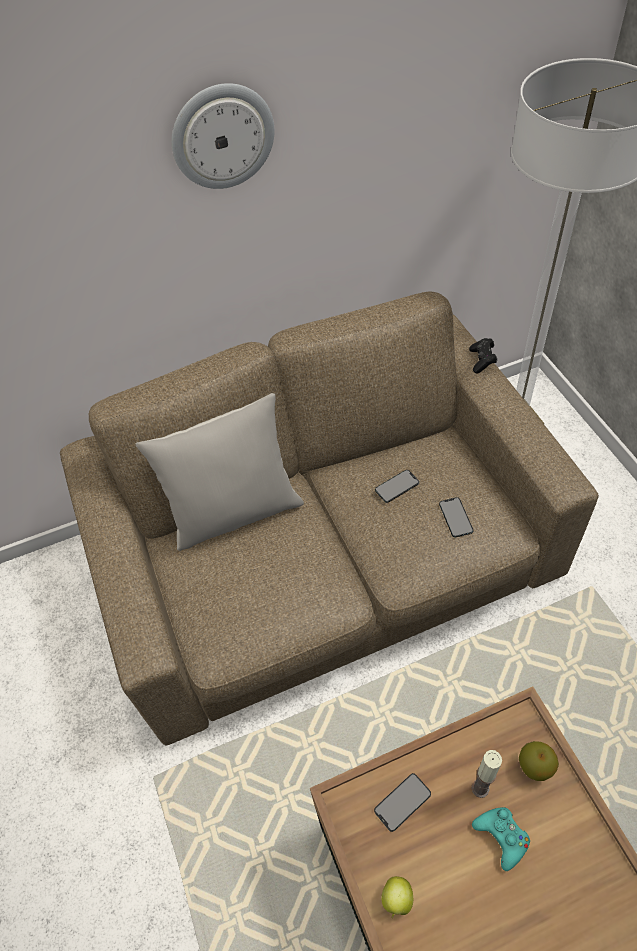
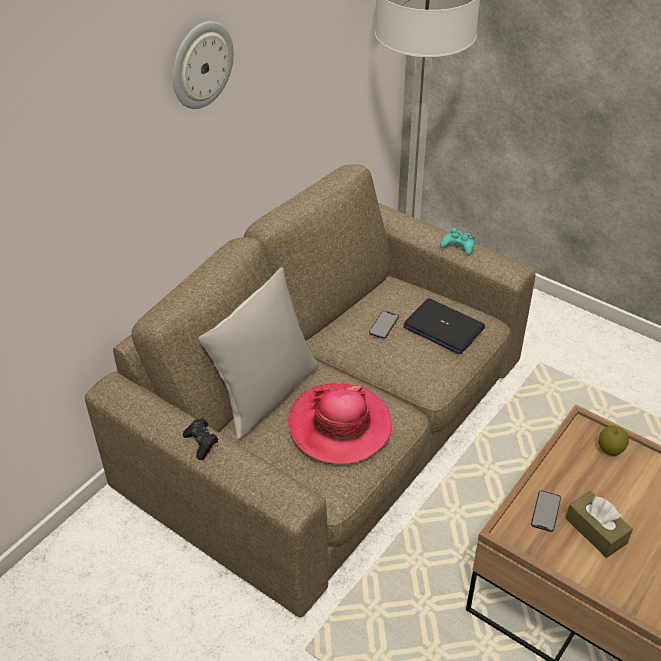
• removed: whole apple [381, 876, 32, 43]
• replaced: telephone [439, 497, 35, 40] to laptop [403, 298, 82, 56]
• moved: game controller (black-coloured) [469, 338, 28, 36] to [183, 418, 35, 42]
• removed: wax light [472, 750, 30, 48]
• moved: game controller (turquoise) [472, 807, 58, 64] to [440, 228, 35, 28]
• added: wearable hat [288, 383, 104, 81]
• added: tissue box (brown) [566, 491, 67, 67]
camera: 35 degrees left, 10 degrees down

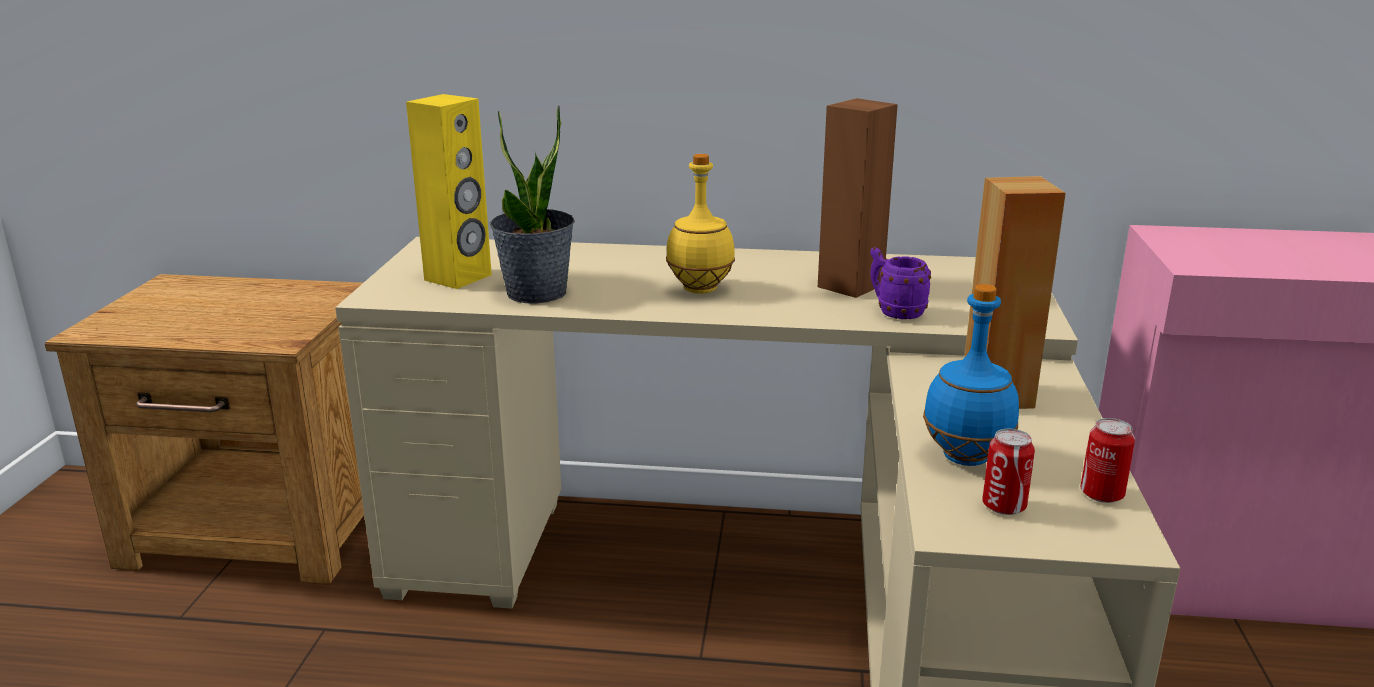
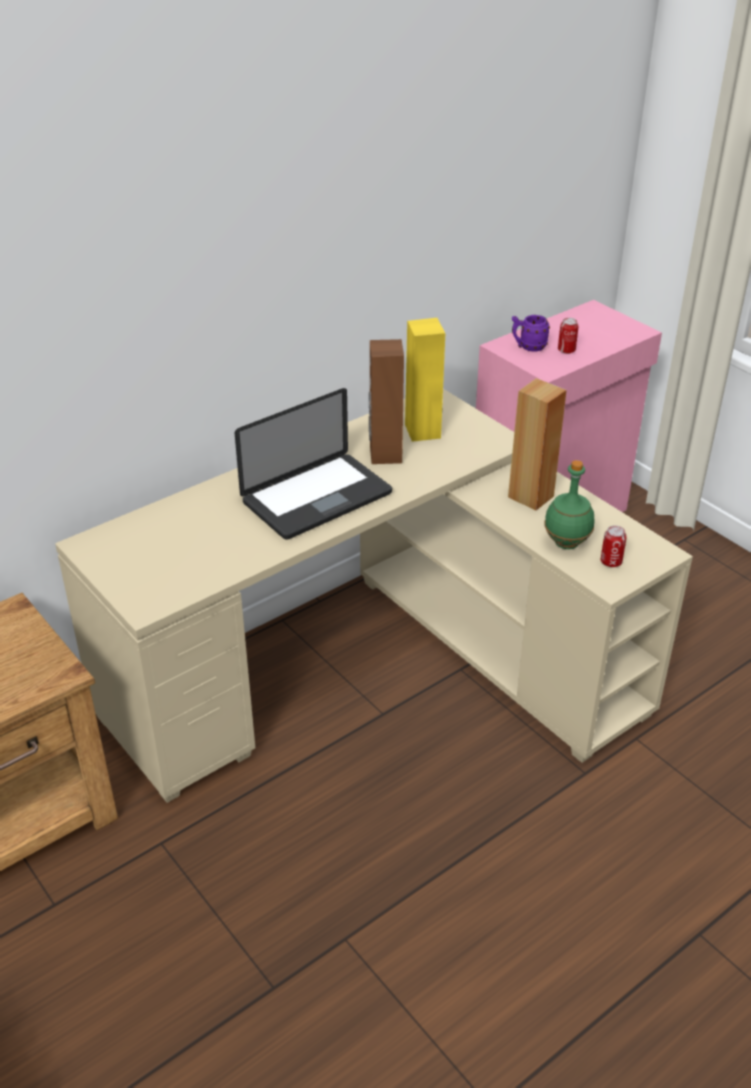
• moved: speaker (yellow) [406, 94, 86, 195] to [405, 318, 40, 124]
• removed: plant in a pot [490, 105, 85, 198]
• replaced: drink bottle (yellow) [666, 154, 69, 140] to laptop [235, 388, 157, 152]
• moved: coffee mug (purple) [870, 247, 61, 72] to [512, 315, 38, 37]
• recoloured: drink bottle (blue-coloured) [923, 284, 96, 182] to drink bottle (green) [544, 460, 50, 89]
• moved: can [1080, 418, 55, 85] to [558, 318, 20, 36]
camera: 45 degrees left, 15 degrees up

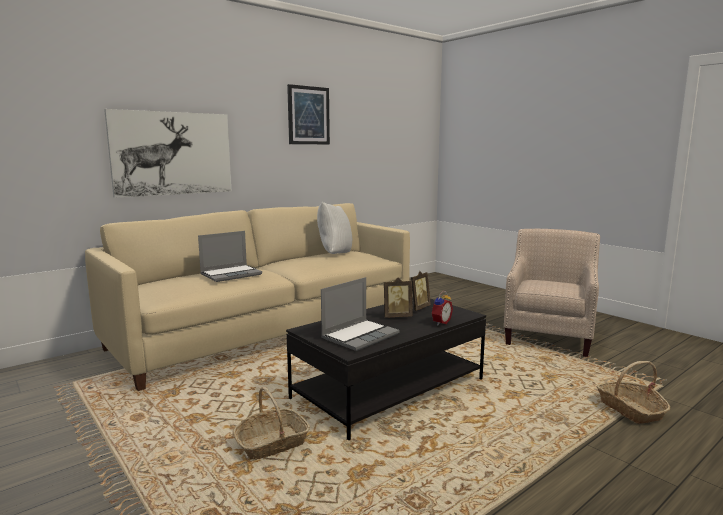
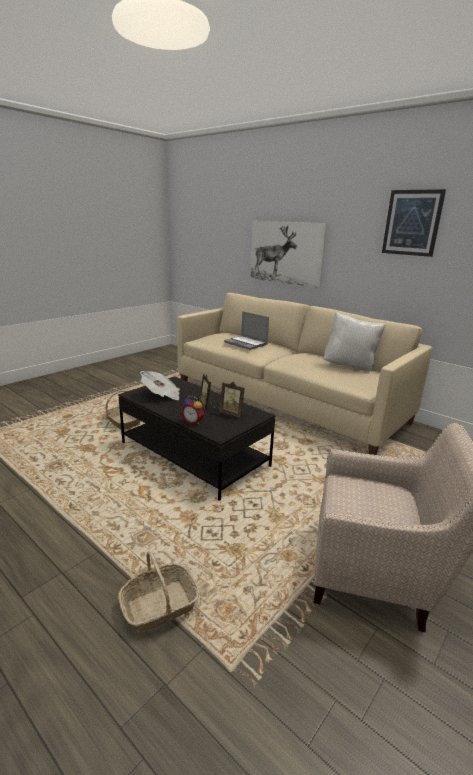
• replaced: laptop [321, 277, 79, 74] to daily paper [140, 371, 40, 29]
camera: 80 degrees right, 10 degrees up

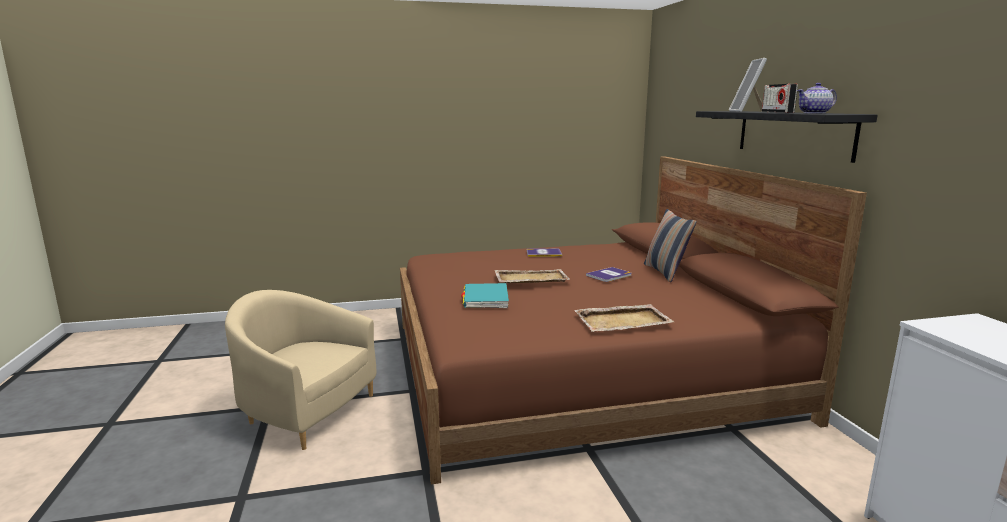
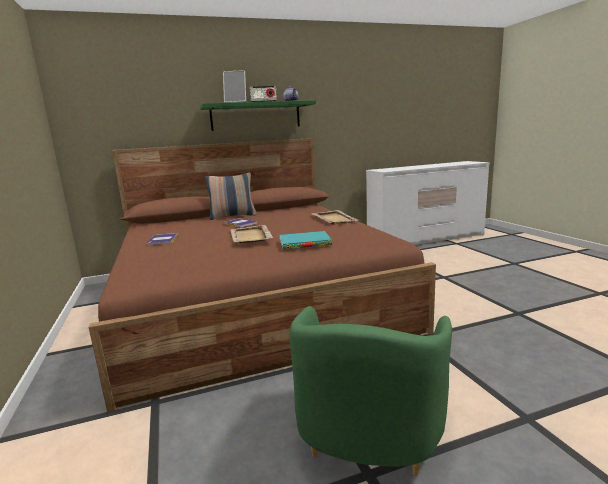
• recoloured: easy chair (beige) [225, 290, 152, 160] to easy chair (green) [289, 306, 163, 170]
• recoloured: bracket shelf (black-coloured) [696, 111, 182, 52] to bracket shelf (green) [200, 100, 116, 31]
camera: 95 degrees left, 0 degrees up

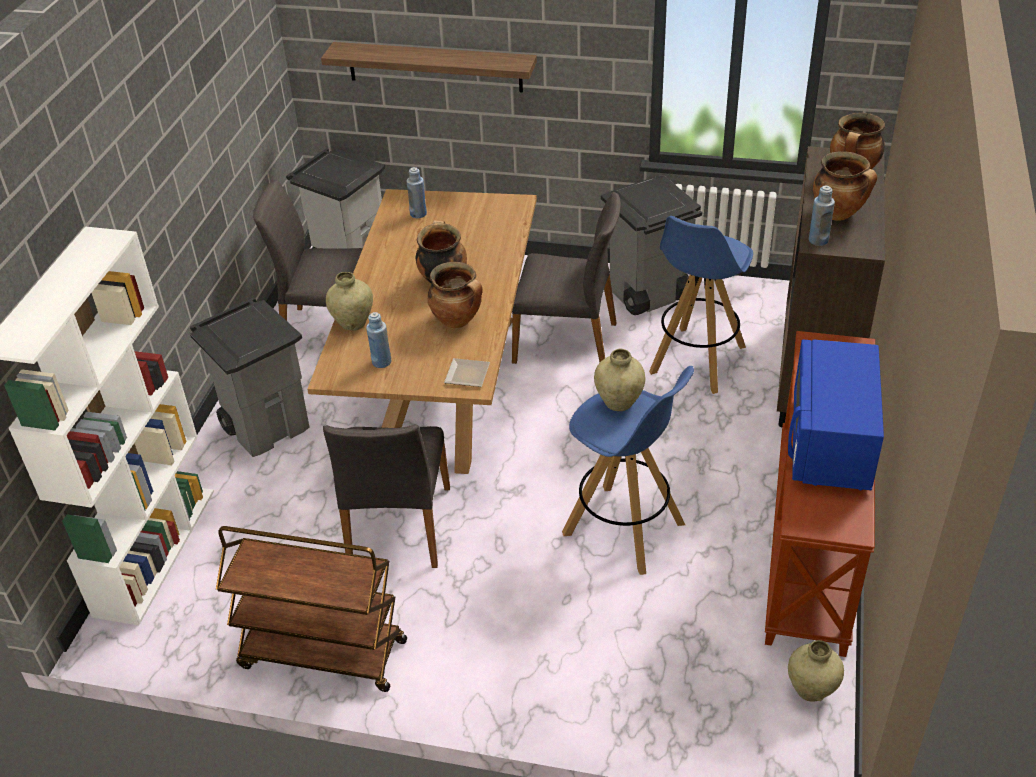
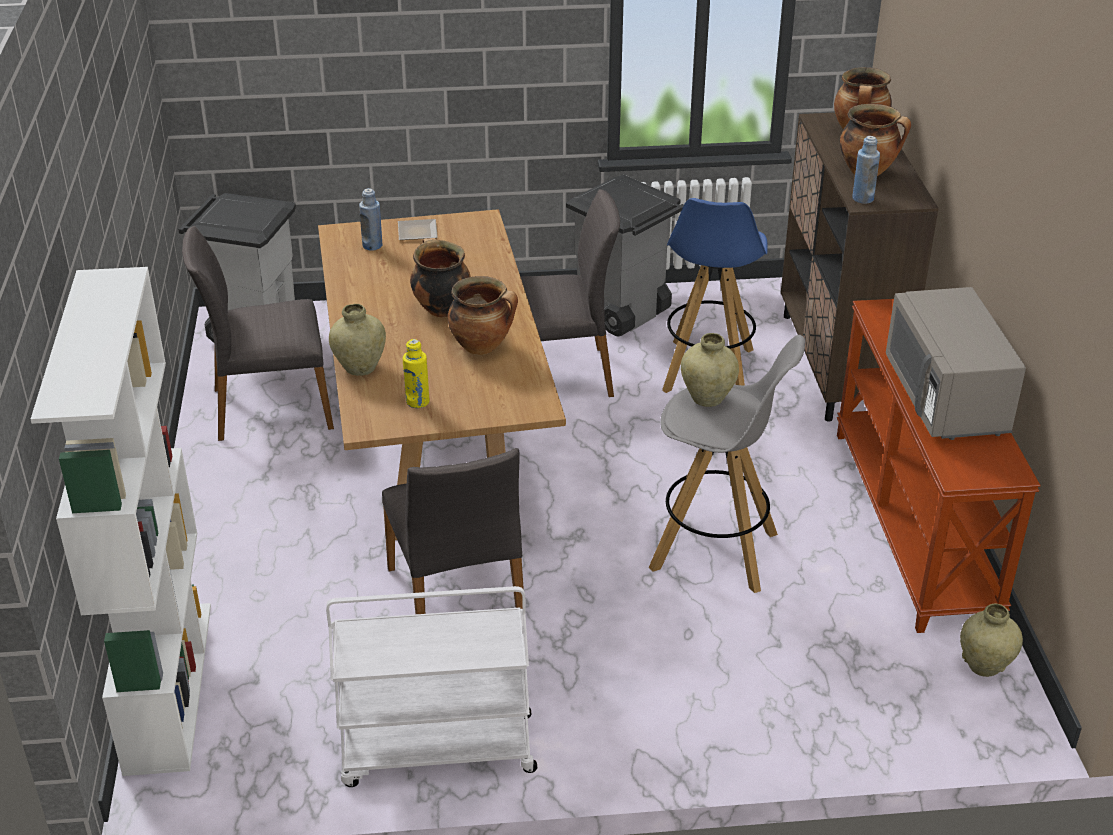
• removed: rubbish bin (gray) [190, 297, 119, 160]
• recoloured: cart (brown) [216, 526, 191, 166] to cart (whitish) [326, 586, 211, 201]
• removed: bracket shelf [321, 42, 216, 51]
• recoloured: drink bottle (blue-coloured) [366, 312, 25, 56] to drink bottle (yellow) [403, 339, 26, 69]
• moved: flat dish [444, 358, 46, 29] to [398, 219, 40, 21]
• recoloured: stool seat (blue-coloured) [562, 366, 132, 209] to stool seat (gray) [649, 335, 156, 258]
• recoloured: microwave (blue-coloured) [788, 339, 96, 151] to microwave (gray) [886, 287, 140, 153]
camera: 20 degrees left, 5 degrees down

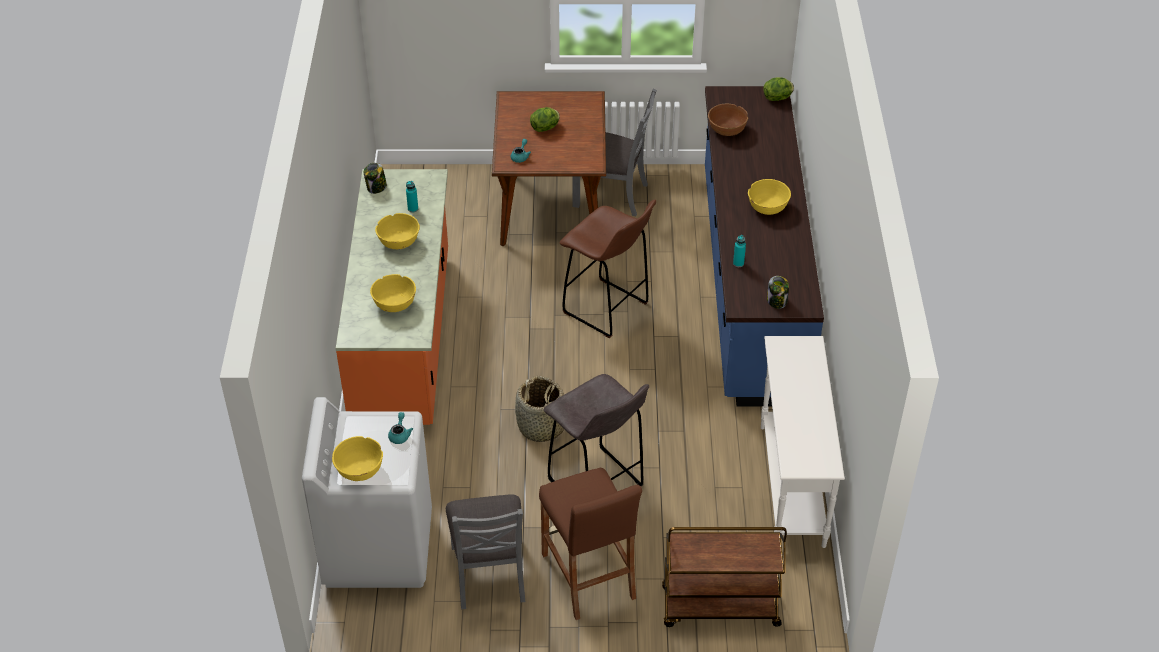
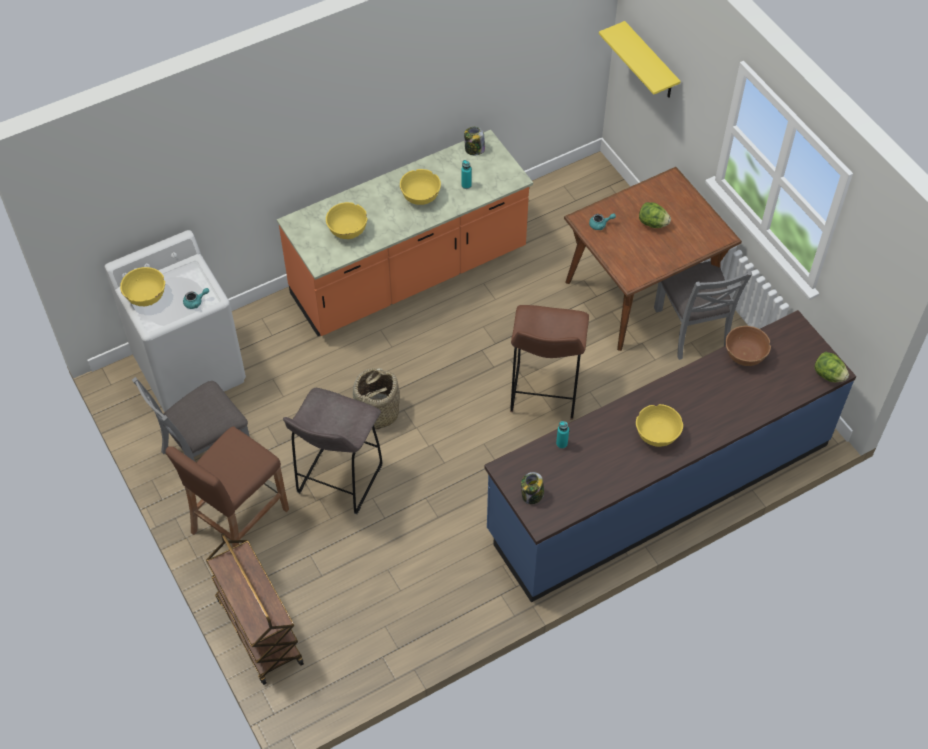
• removed: narrow table (whitish) [761, 336, 84, 212]
• added: bracket shelf (yellow) [599, 21, 82, 77]
camera: 60 degrees right, 10 degrees up

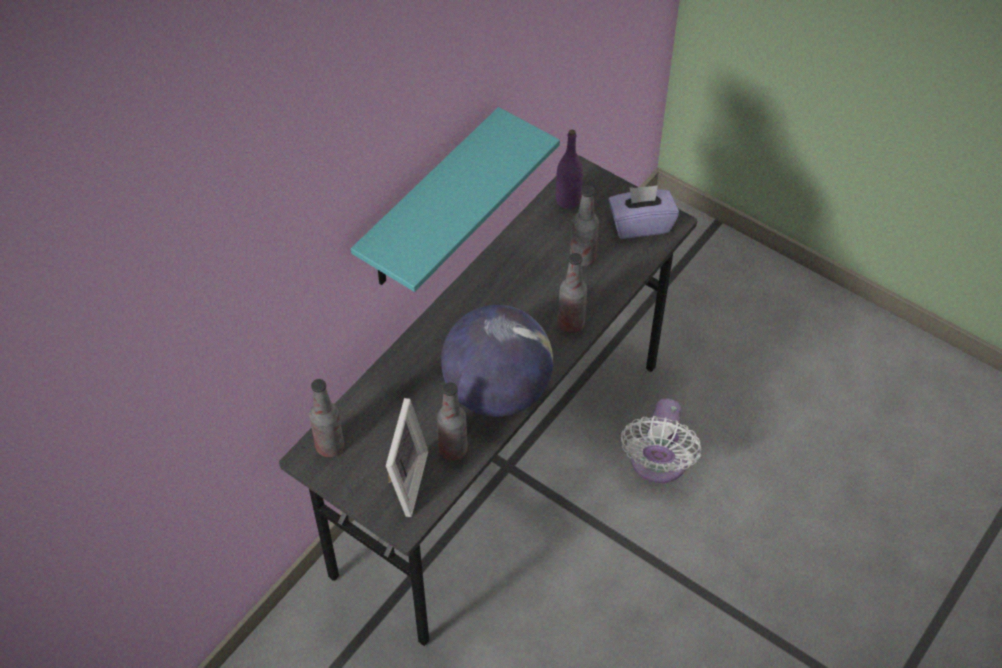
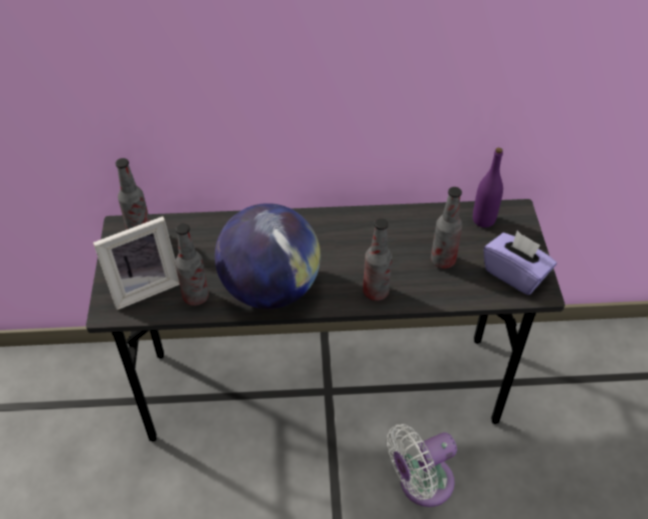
• removed: bracket shelf (turquoise) [351, 107, 209, 185]
camera: 50 degrees right, 5 degrees down

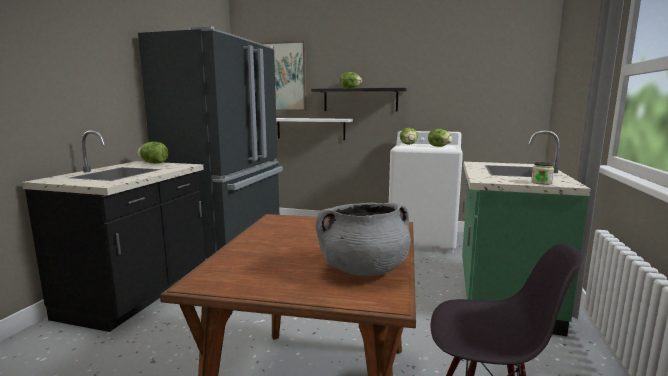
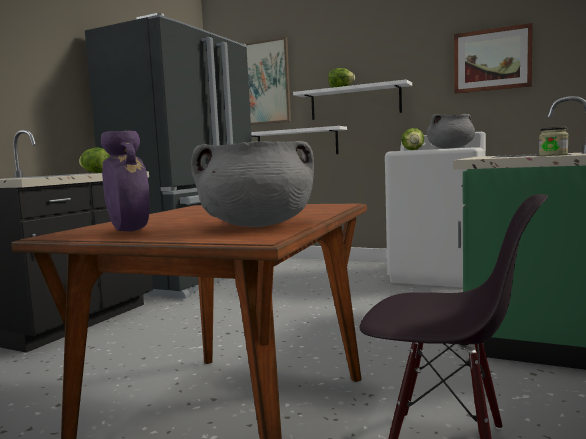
• recoloured: bracket shelf (black-coloured) [311, 88, 96, 23] to bracket shelf (whitish) [293, 79, 119, 41]
• replaced: lettuce head [428, 129, 24, 18] to saucepot (gray) [427, 114, 48, 34]
• added: decorative vase (purple) [101, 131, 49, 100]
• added: wall art [454, 23, 79, 71]
camera: 10 degrees right, 5 degrees down

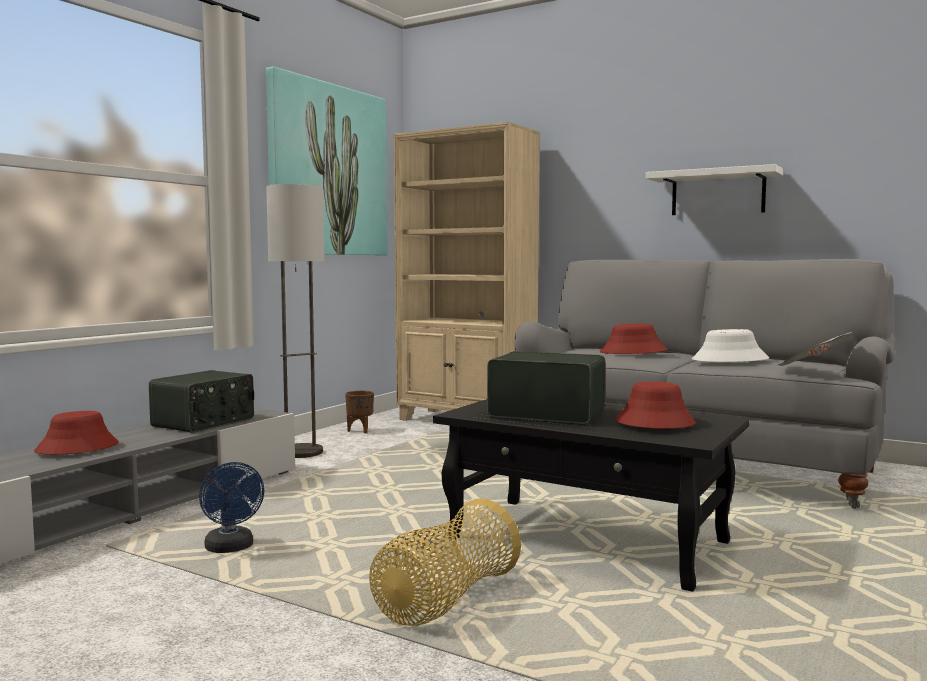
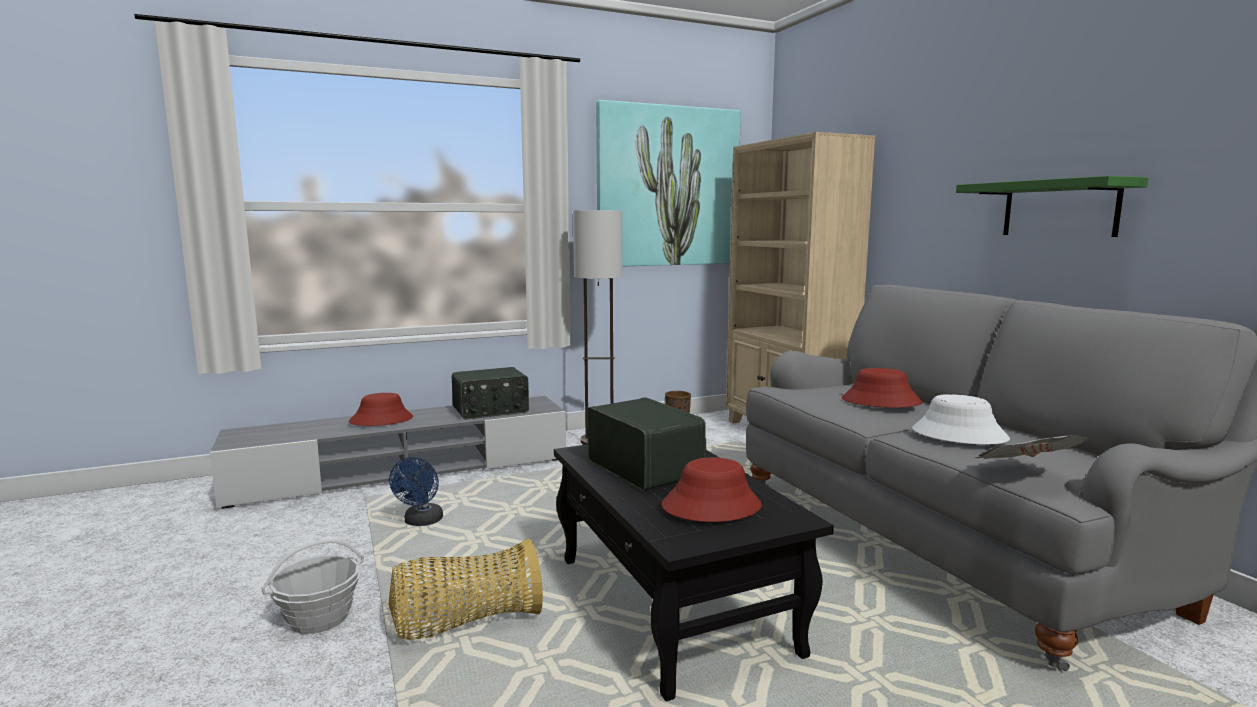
• recoloured: bracket shelf (whitish) [646, 164, 138, 51] to bracket shelf (green) [956, 176, 192, 61]
• added: household basket [261, 539, 103, 95]
camera: 35 degrees right, 5 degrees up

